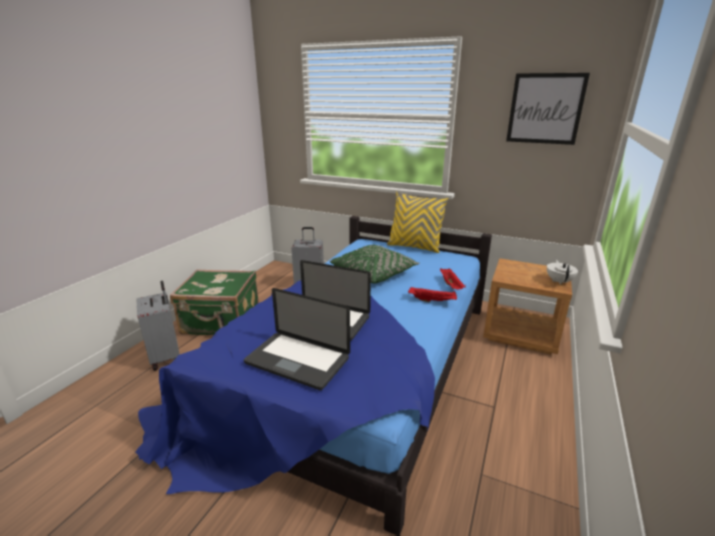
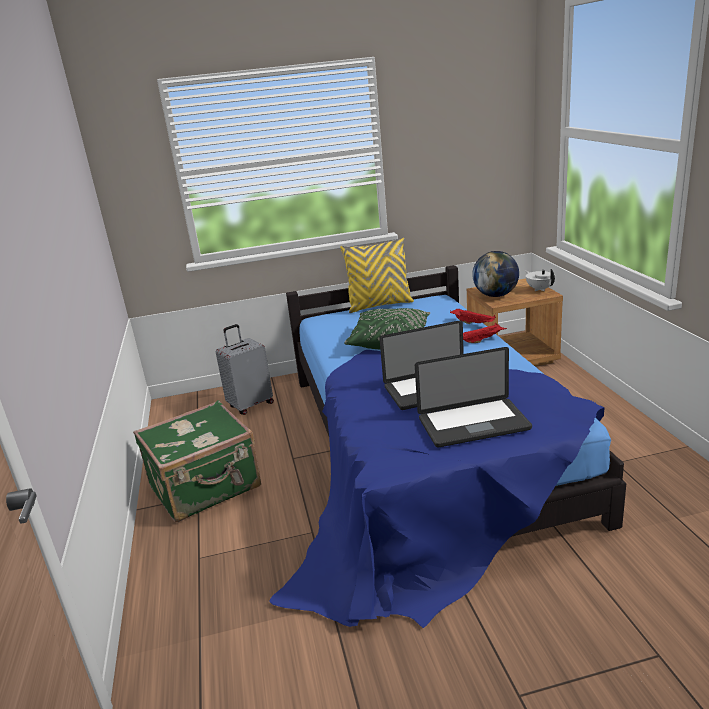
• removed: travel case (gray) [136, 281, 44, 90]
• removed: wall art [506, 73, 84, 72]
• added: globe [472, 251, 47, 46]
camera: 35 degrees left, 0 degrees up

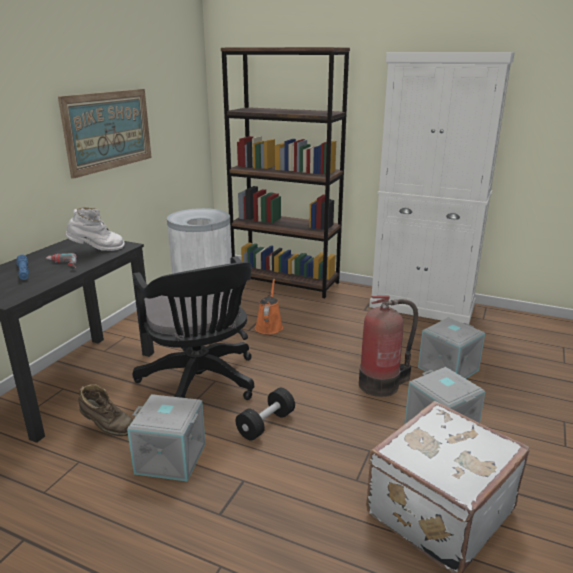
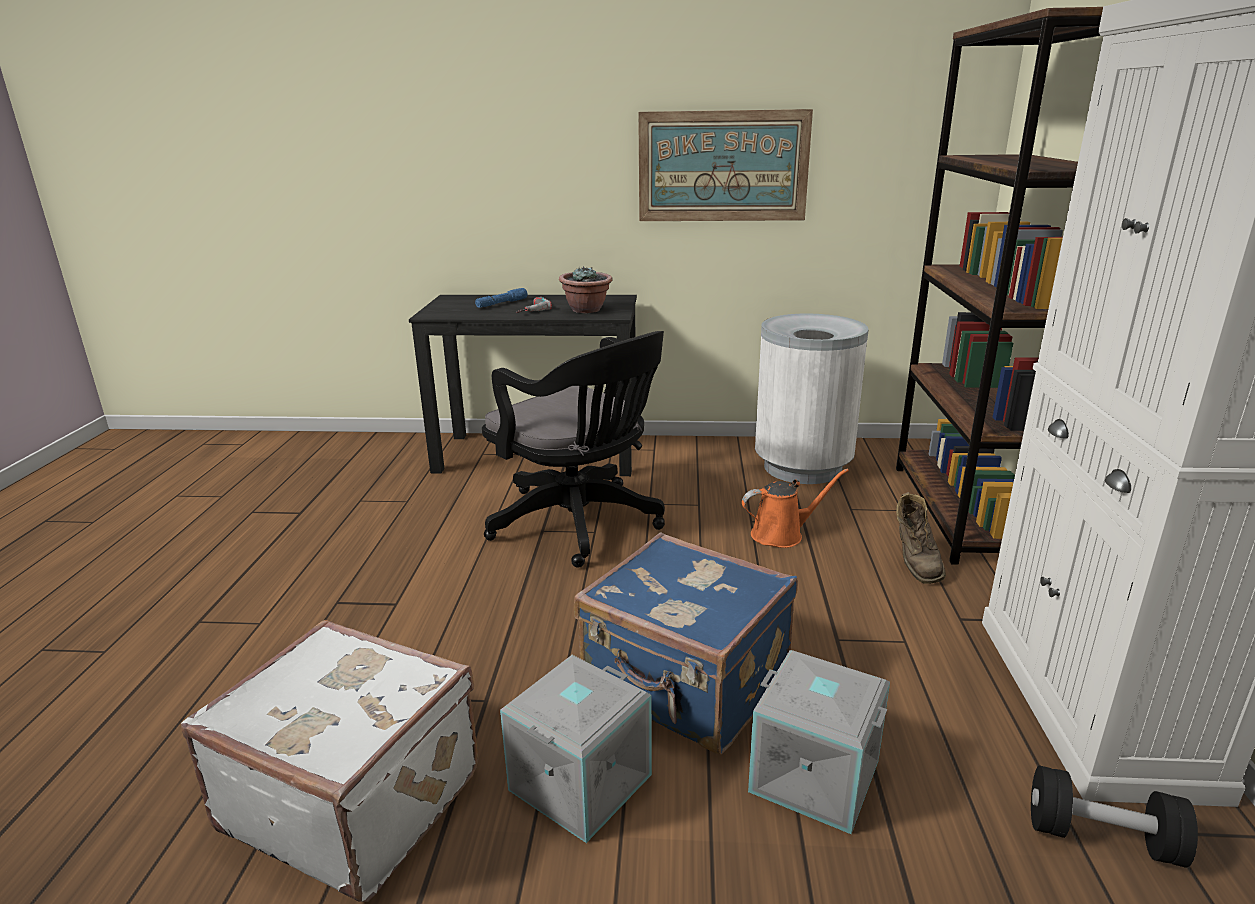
• replaced: boot (whitish) [66, 207, 59, 44] to plant in a pot [559, 266, 54, 47]
• moved: boot (brown) [78, 384, 55, 52] to [896, 492, 50, 92]
• removed: storage bin (gray) [127, 394, 79, 88]
• turned: computer chair (black-coloured) [133, 256, 121, 144] = [482, 331, 183, 237] 90 degrees counterclockwise
• moved: dumbbell (black-coloured) [236, 388, 59, 53] to [1031, 765, 167, 103]
• replaced: fire-fighting cylinder [359, 296, 59, 101] to travel case (blue-coloured) [574, 532, 224, 222]
camera: 70 degrees right, 0 degrees up

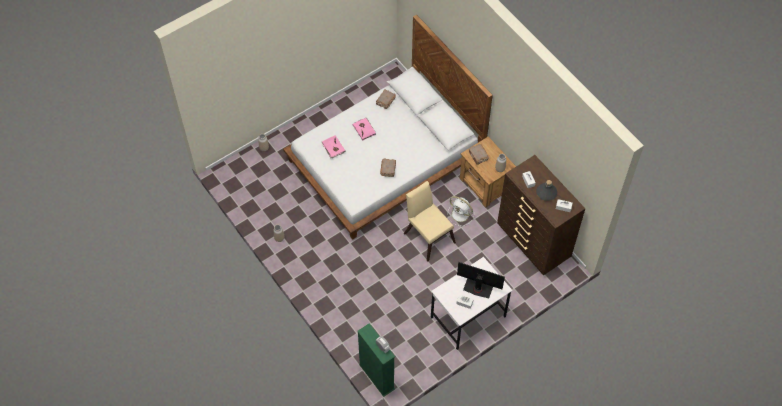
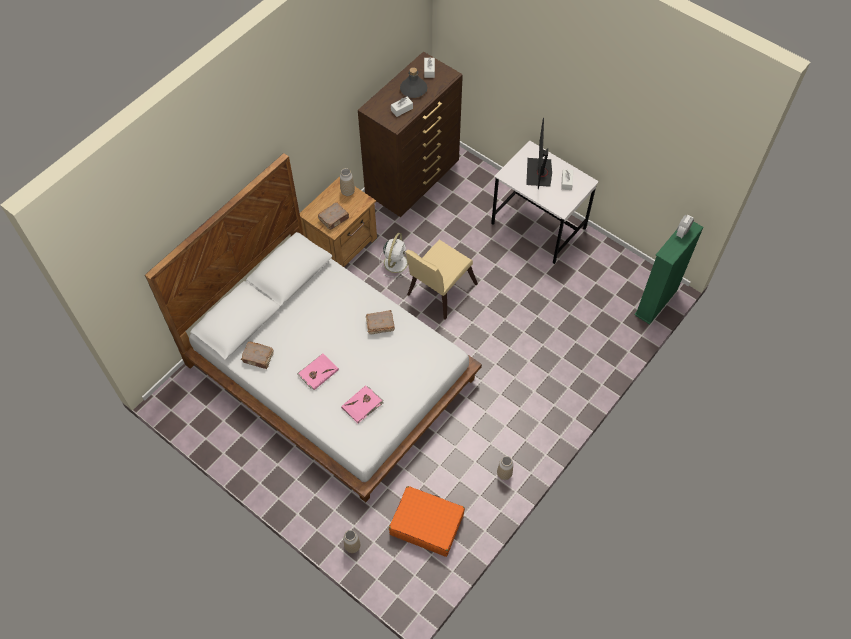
• added: travel case (orangey) [389, 486, 76, 71]
camera: 105 degrees left, 0 degrees up

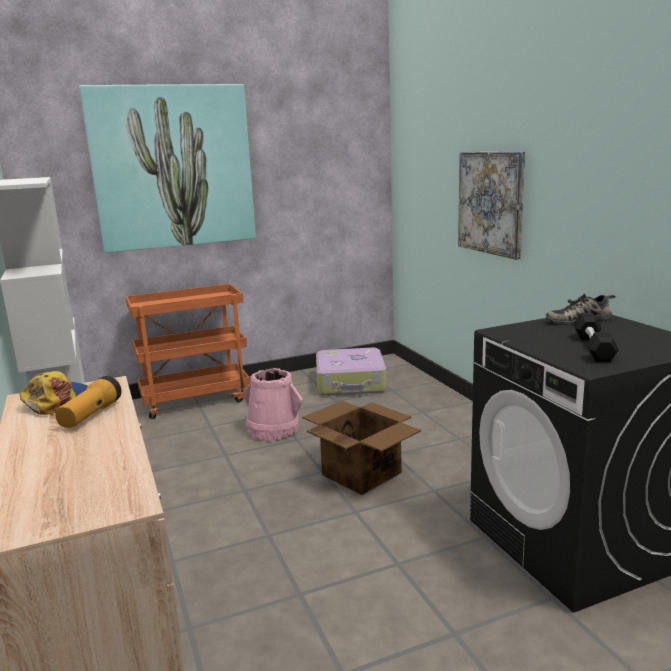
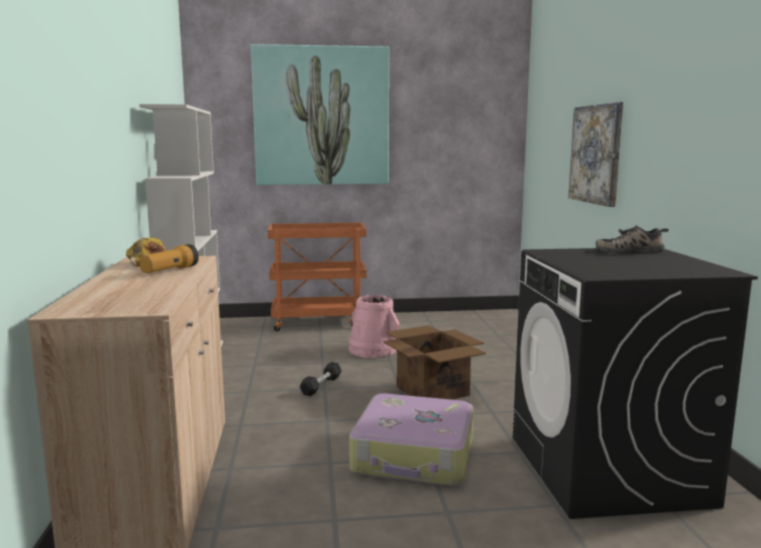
• moved: travel case [316, 348, 71, 47] to [349, 393, 124, 93]
• moved: dumbbell (black-coloured) [573, 313, 46, 49] to [300, 362, 42, 34]
camera: 15 degrees right, 5 degrees down

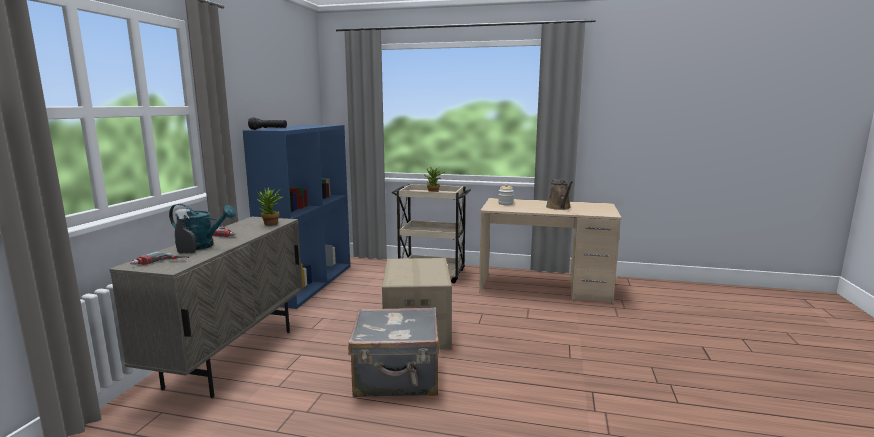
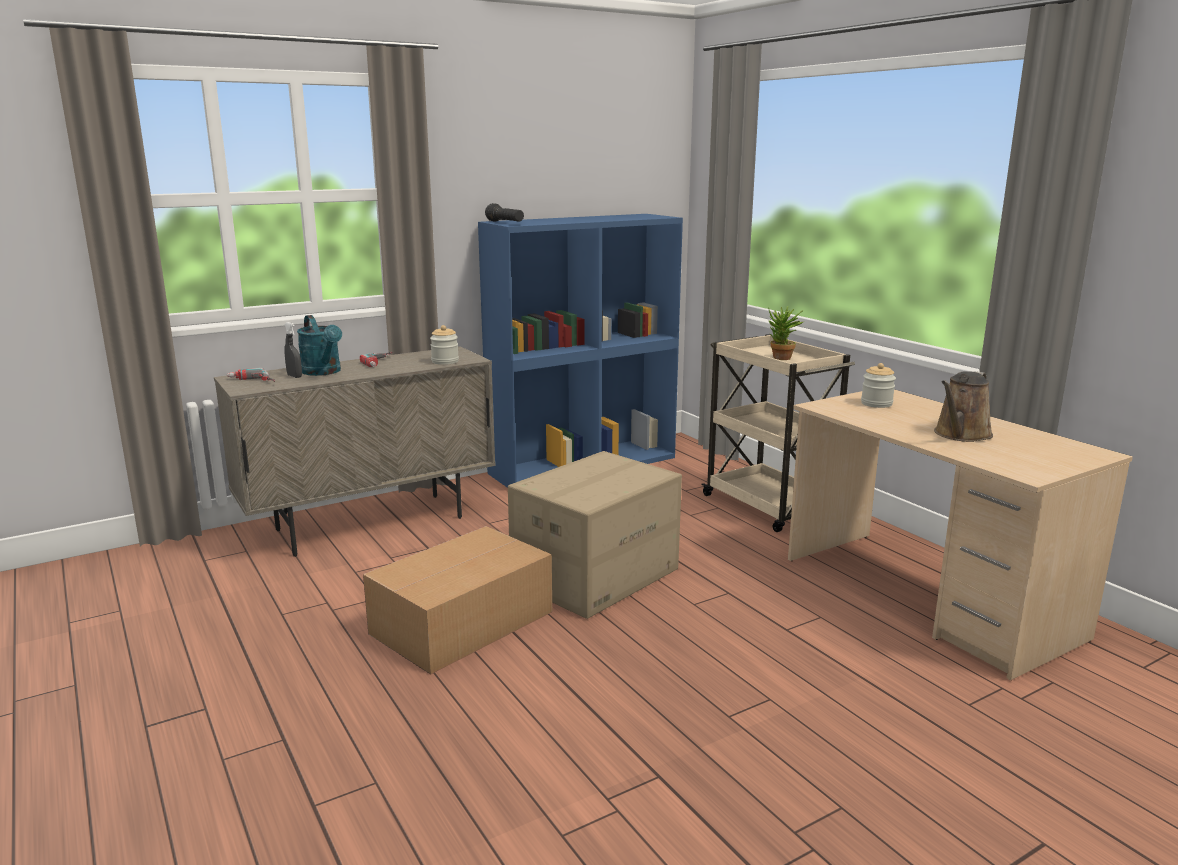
• replaced: plant in a pot [256, 187, 28, 39] to preserve jar [430, 325, 29, 40]
• replaced: travel case (gray) [348, 307, 91, 91] to carton [363, 526, 189, 148]
camera: 45 degrees right, 5 degrees up

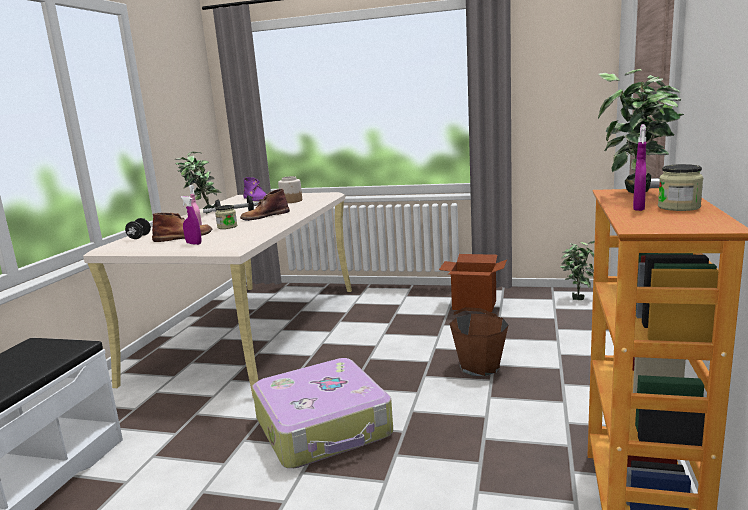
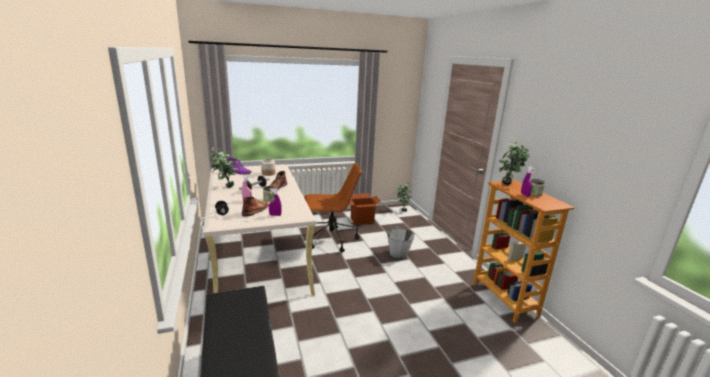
• removed: travel case [252, 358, 141, 110]
• recoloured: water bucket (brown) [450, 307, 58, 69] to water bucket (gray) [387, 226, 27, 33]
• added: computer chair (brown) [304, 163, 58, 89]
camera: 35 degrees left, 5 degrees up

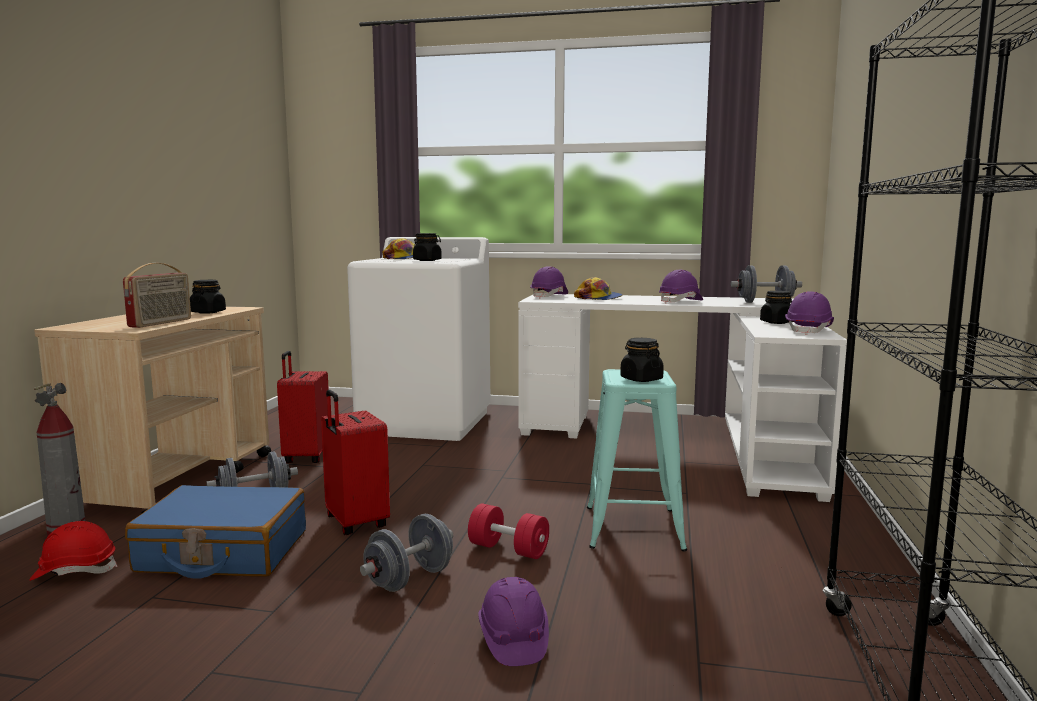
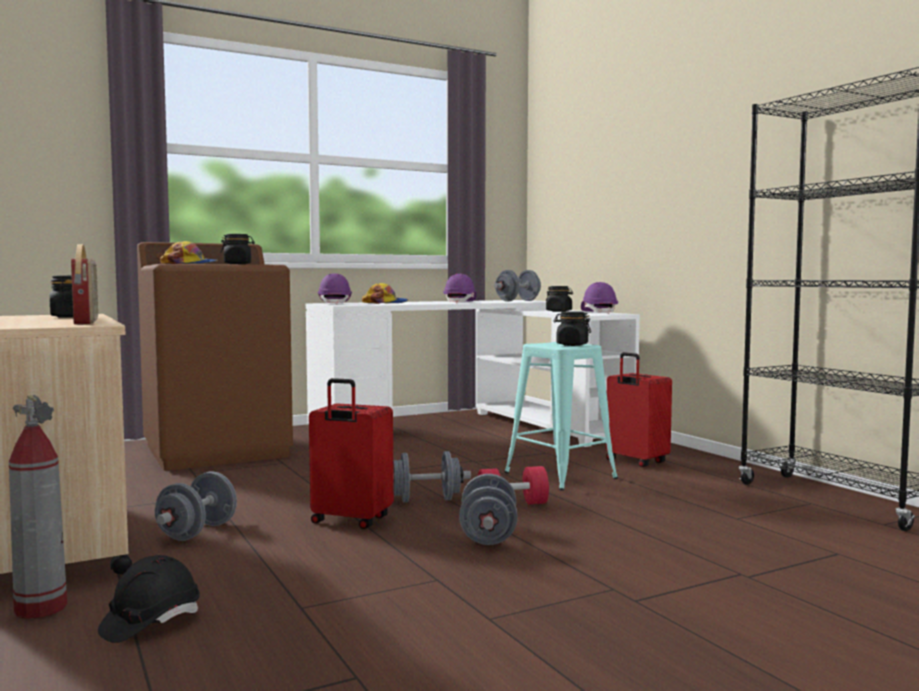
• recoloured: work helmet (reddish) [30, 521, 88, 60] to work helmet (black-coloured) [98, 555, 102, 88]
• removed: travel case (blue-coloured) [125, 485, 181, 94]
• moved: travel case (reddish) [277, 351, 52, 112] to [606, 352, 66, 115]
• recoloured: washing machine (whitish) [347, 237, 144, 204] to washing machine (brown) [137, 242, 156, 229]
• removed: work helmet (purple) [478, 577, 71, 89]
• added: dumbbell (gray) [393, 451, 78, 51]
camera: 40 degrees left, 5 degrees down

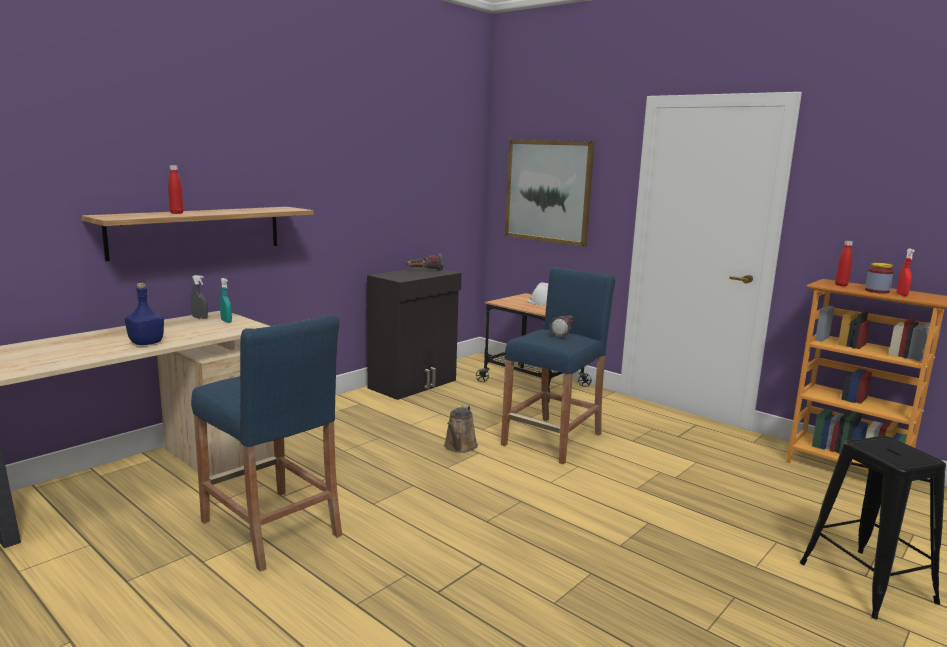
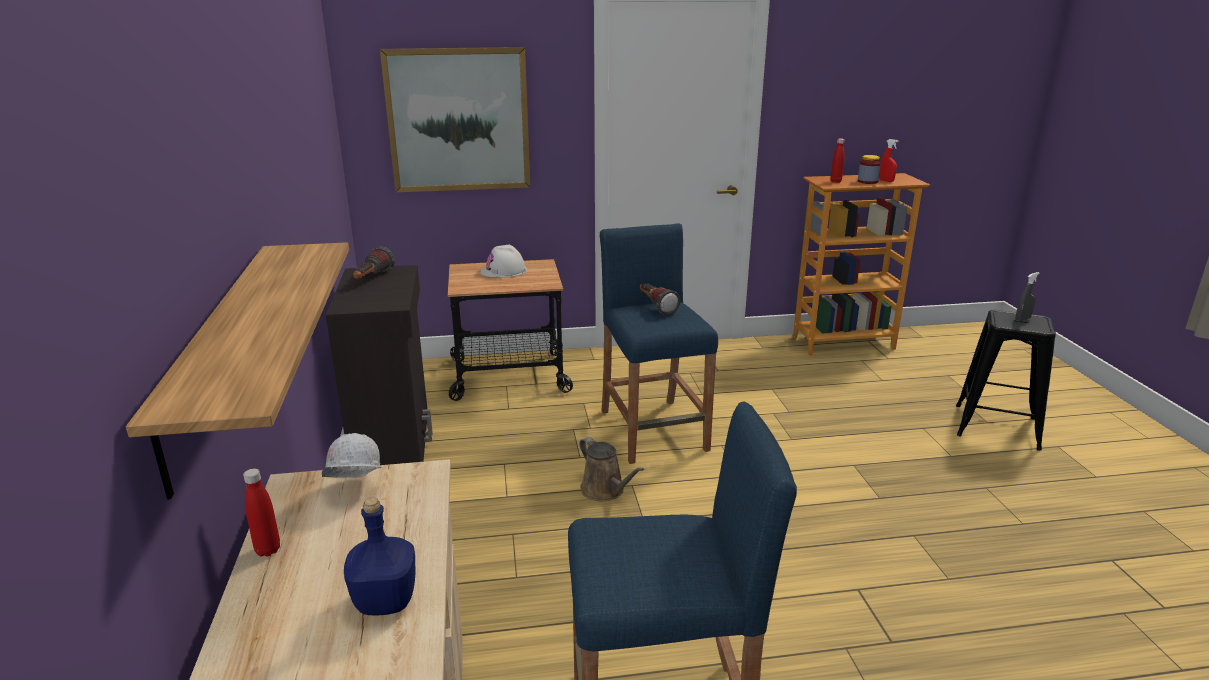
• moved: drink bottle (reddish) [168, 165, 15, 49] to [243, 469, 37, 88]
• moved: spray bottle (gray) [191, 275, 17, 44] to [1016, 272, 24, 49]
• replaced: spray bottle (turquoise) [220, 278, 12, 45] to work helmet (whitish) [322, 433, 60, 45]
camera: 50 degrees left, 10 degrees up

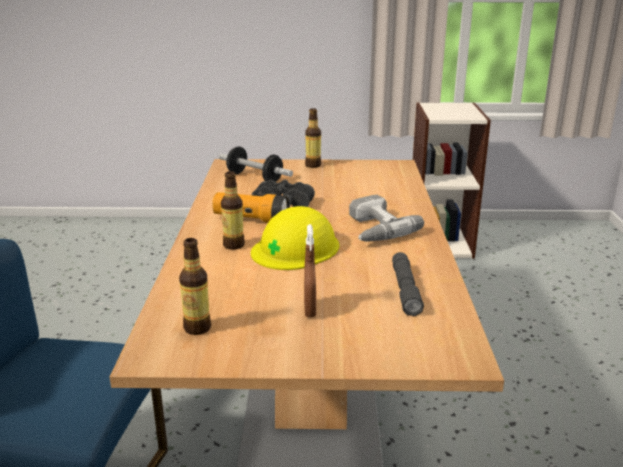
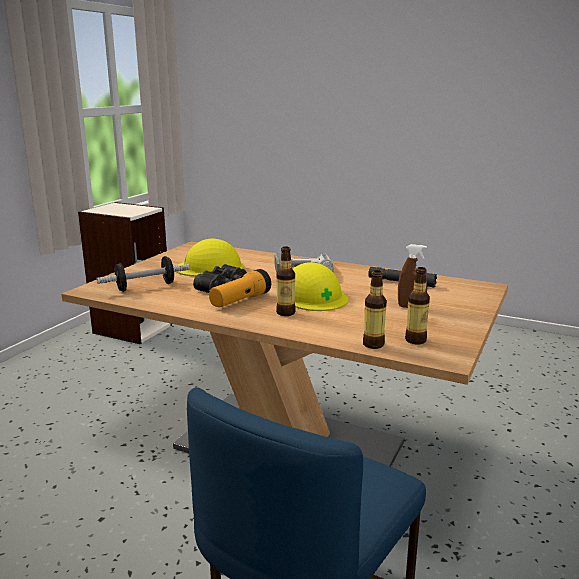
• moved: drink bottle [305, 108, 16, 60] to [363, 270, 24, 79]
• added: work helmet (yellow) [176, 239, 68, 37]
camera: 65 degrees left, 5 degrees down

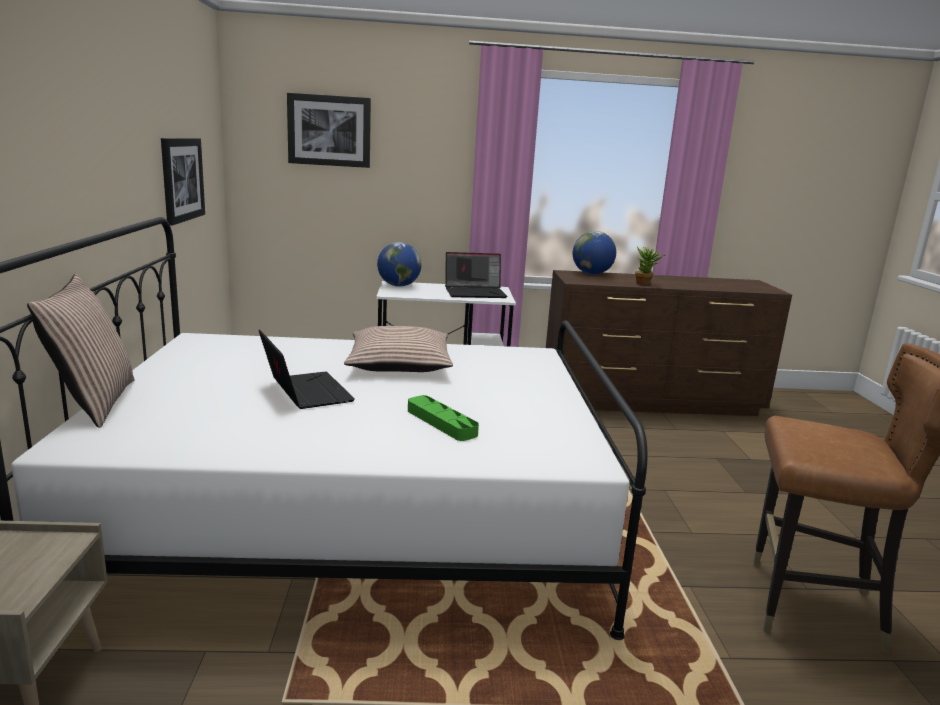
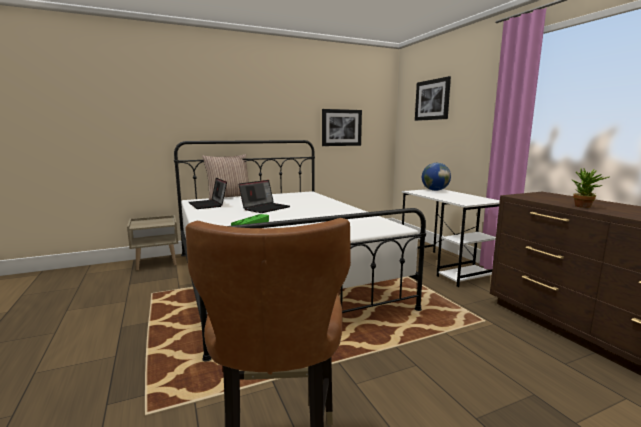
• removed: throw pillow [344, 326, 109, 46]
• moved: laptop [445, 252, 62, 46] to [189, 178, 38, 31]
• removed: globe [573, 231, 43, 44]
camera: 70 degrees right, 5 degrees down

